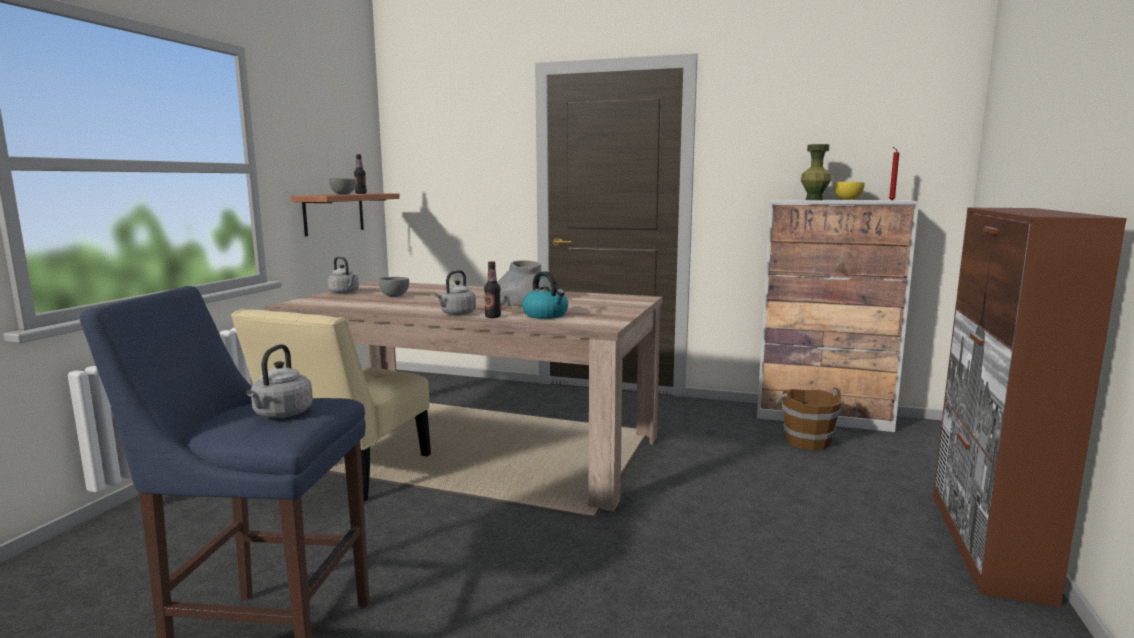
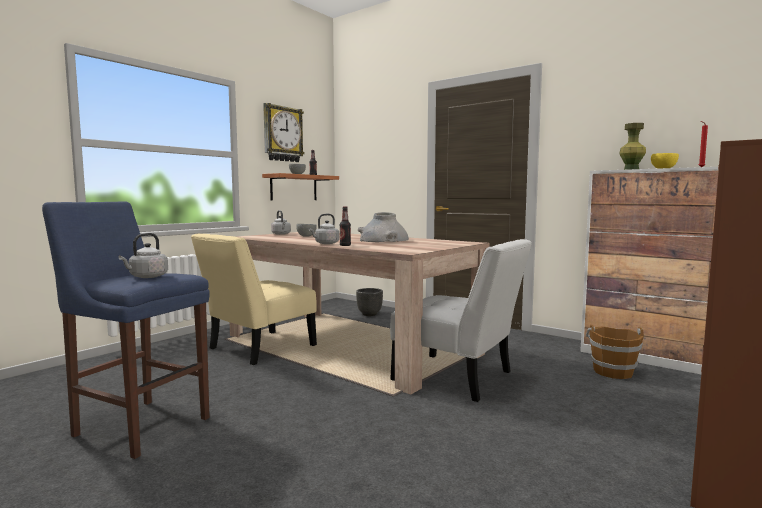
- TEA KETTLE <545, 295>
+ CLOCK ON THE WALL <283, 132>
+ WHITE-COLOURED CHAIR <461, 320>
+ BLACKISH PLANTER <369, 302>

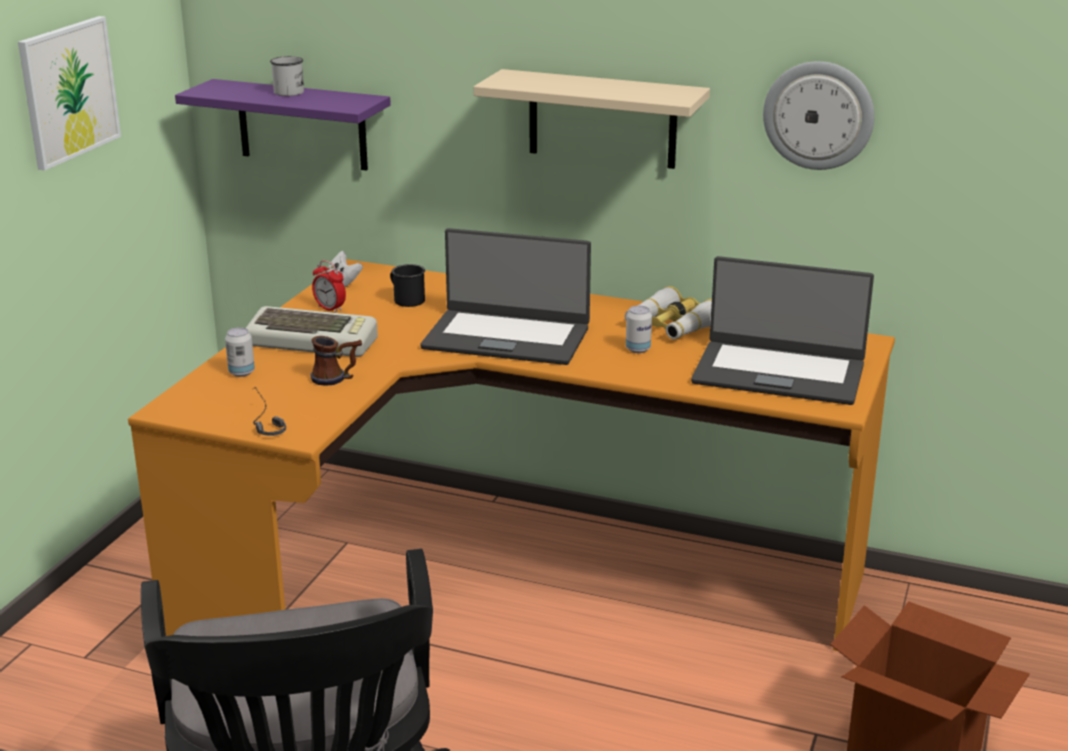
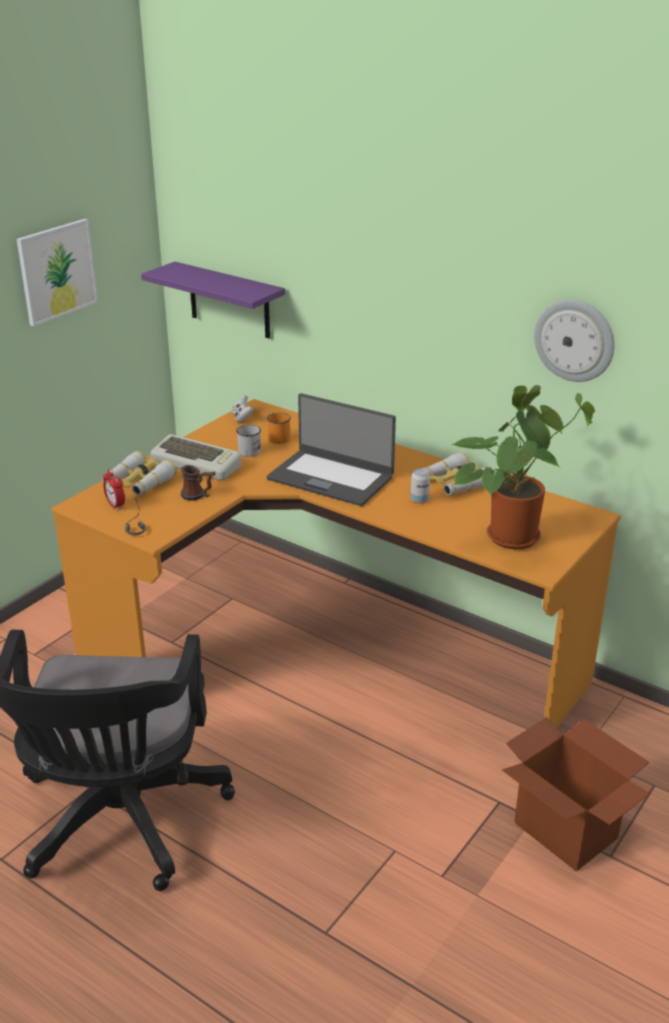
~ WHITE-COLOURED TEA MUG <287, 76> to <248, 441>
- BEIGE-COLOURED WALL SHELF <591, 119>
~ LAPTOP <782, 330> to HOUSEPLANT <523, 467>
~ TABLE CLOCK <329, 286> to <114, 489>
~ BLACKISH TEA MUG <407, 285> to ORANGE TEA MUG <279, 428>
~ METAL CAN <240, 352> to FIELD GLASSES <139, 473>

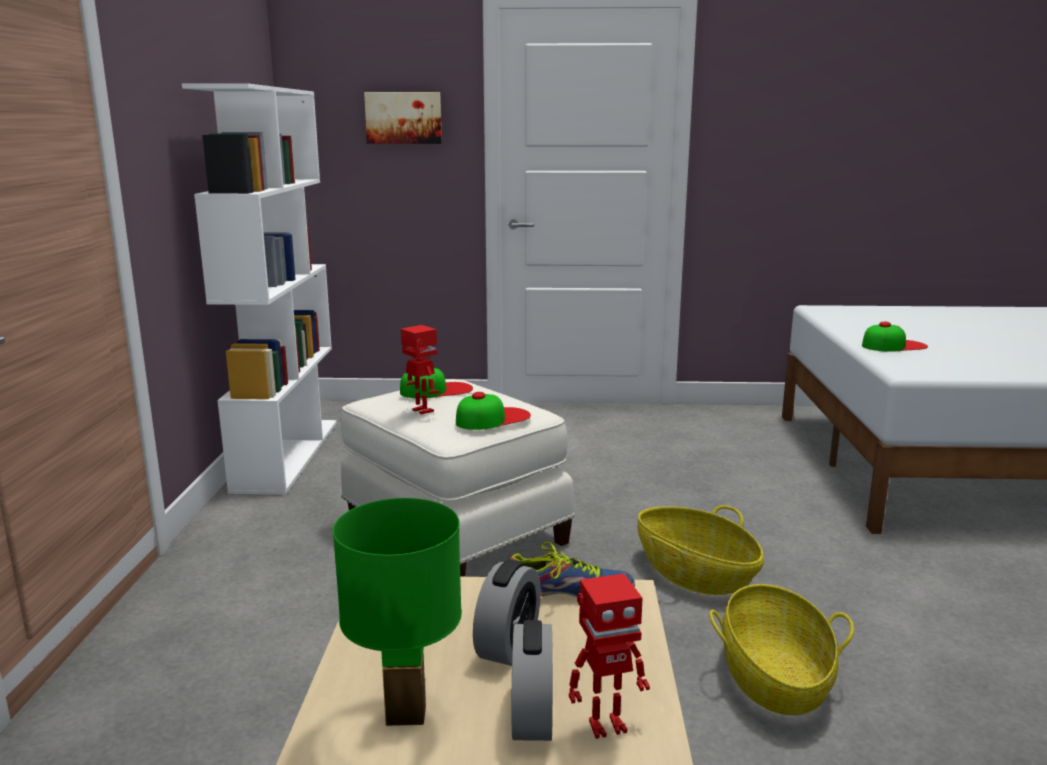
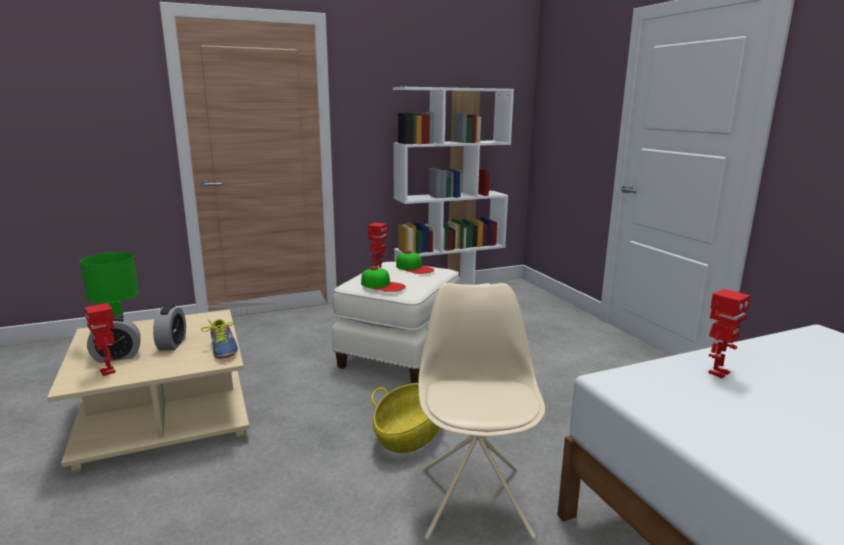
- WALL PICTURE <403, 118>
~ PEAKED CAP <895, 337> to MODEL ROBOT <729, 333>
~ TABLE CLOCK <507, 613> = <169, 327> 90 degrees counterclockwise
- BASKET <781, 650>
+ BEIGE-COLOURED CHAIR <481, 411>

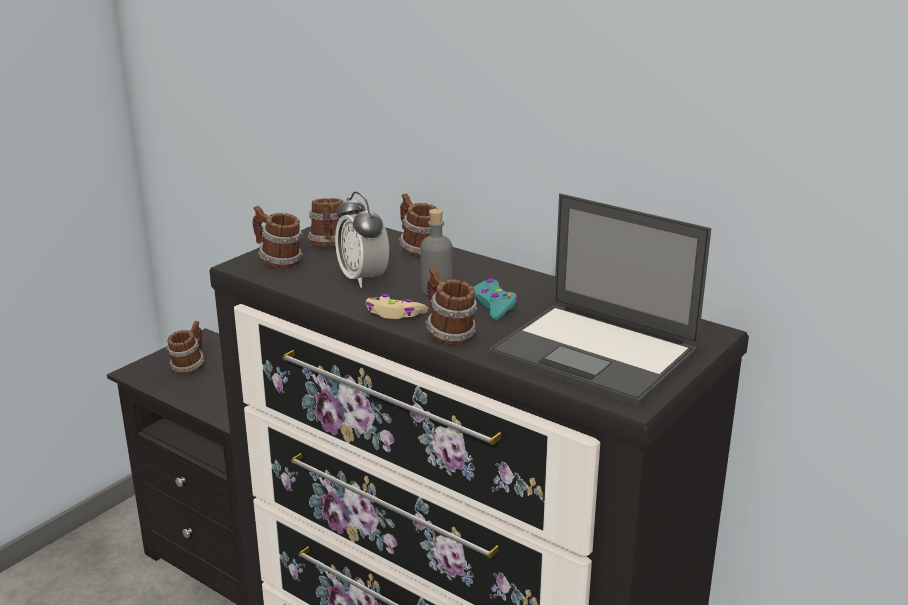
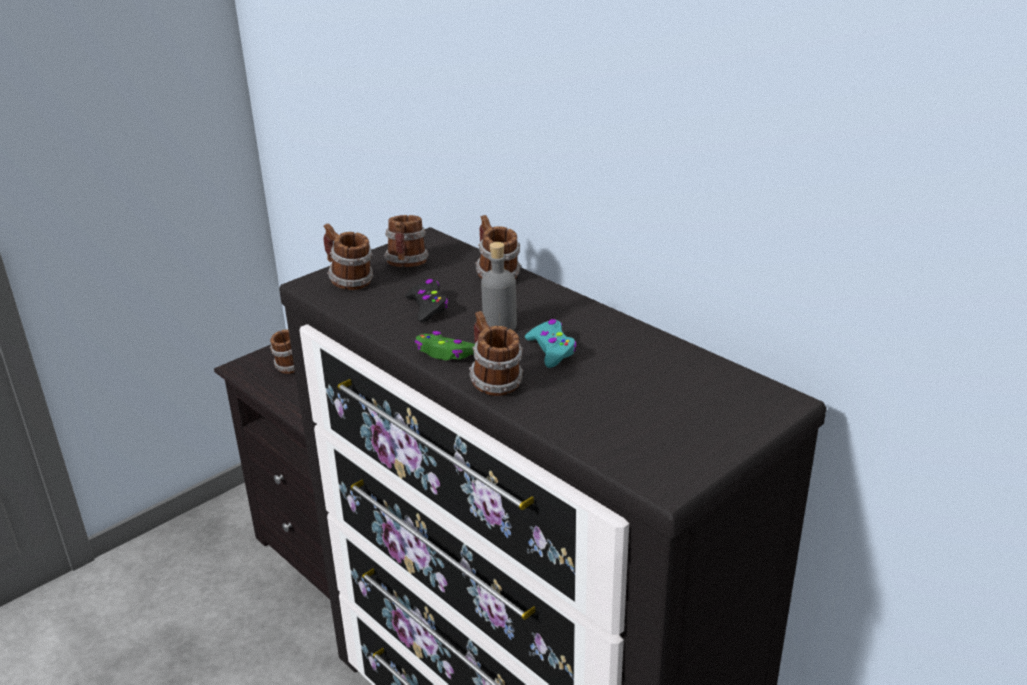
~ TABLE CLOCK <362, 239> to BLACKISH JOYPAD <426, 300>
- LAPTOP <599, 300>
~ BEIGE-COLOURED JOYPAD <397, 306> to GREEN JOYPAD <445, 345>

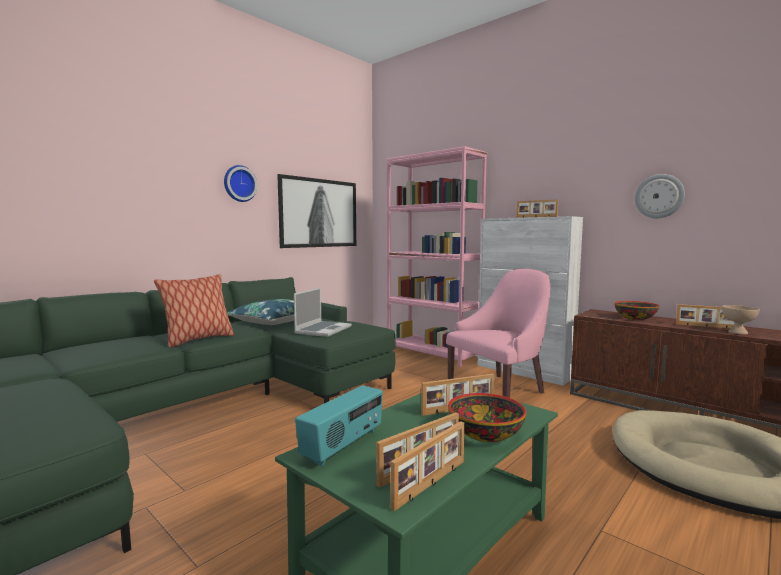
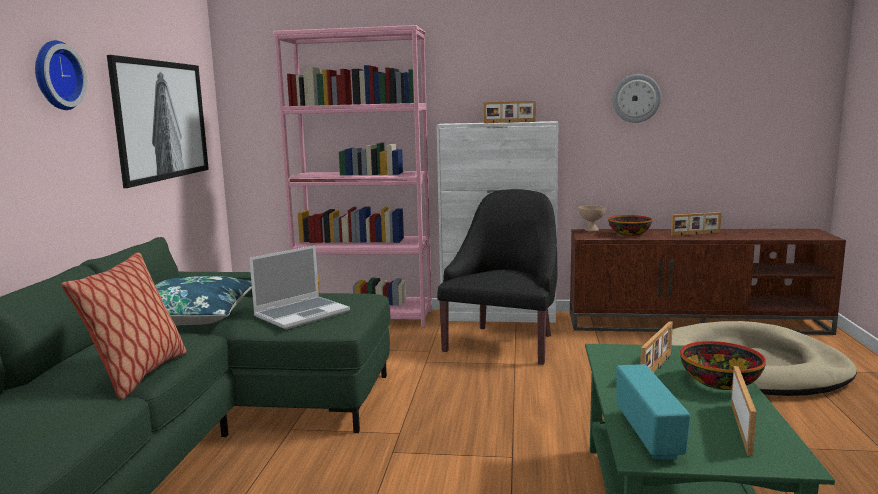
~ PINK-COLOURED ARMCHAIR <498, 333> to BLACKISH ARMCHAIR <497, 277>
~ LAPTOP <322, 312> = <299, 287> 60 degrees clockwise
~ BEIGE-COLOURED SERVING BOWL <741, 320> to <592, 218>
- PHOTO FRAME <427, 466>

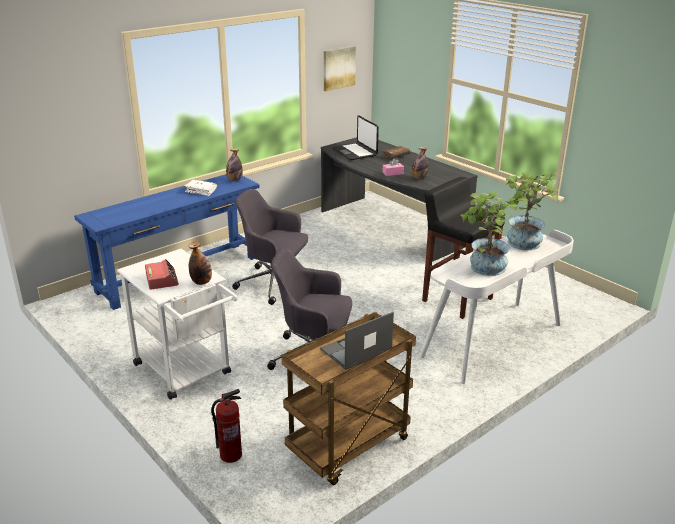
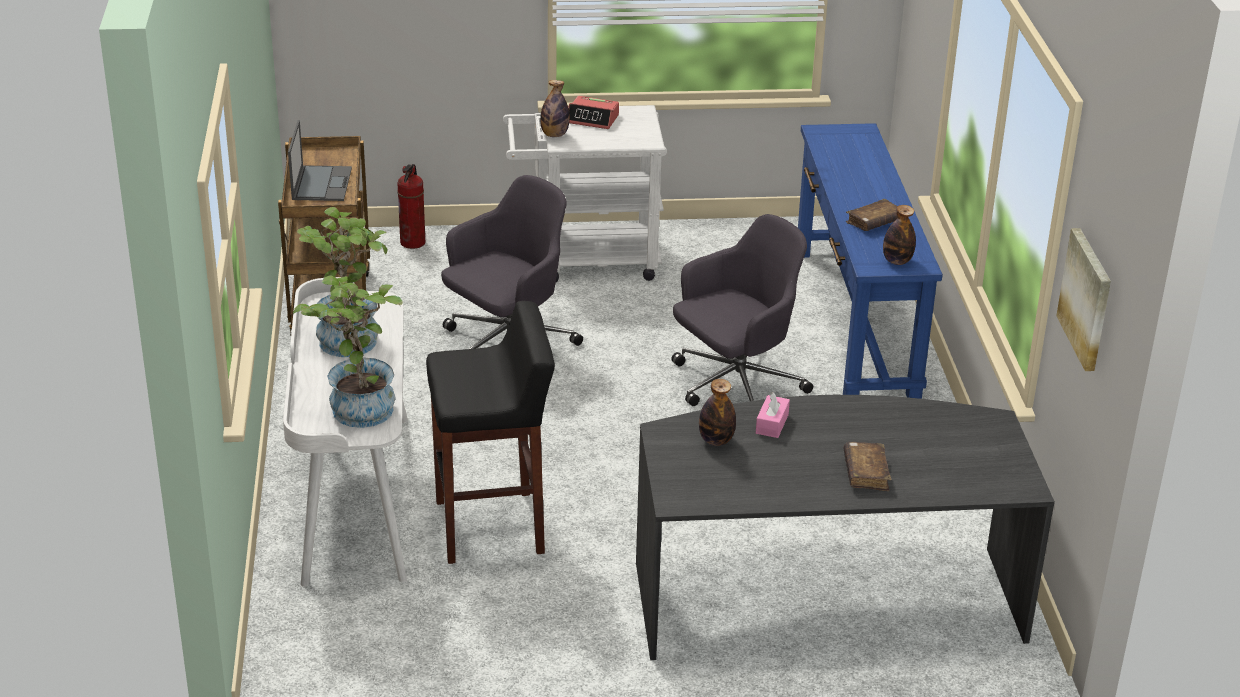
- LAPTOP <355, 137>
~ WHITE-COLOURED VOLUME <200, 188> to BROWN-COLOURED VOLUME <872, 215>

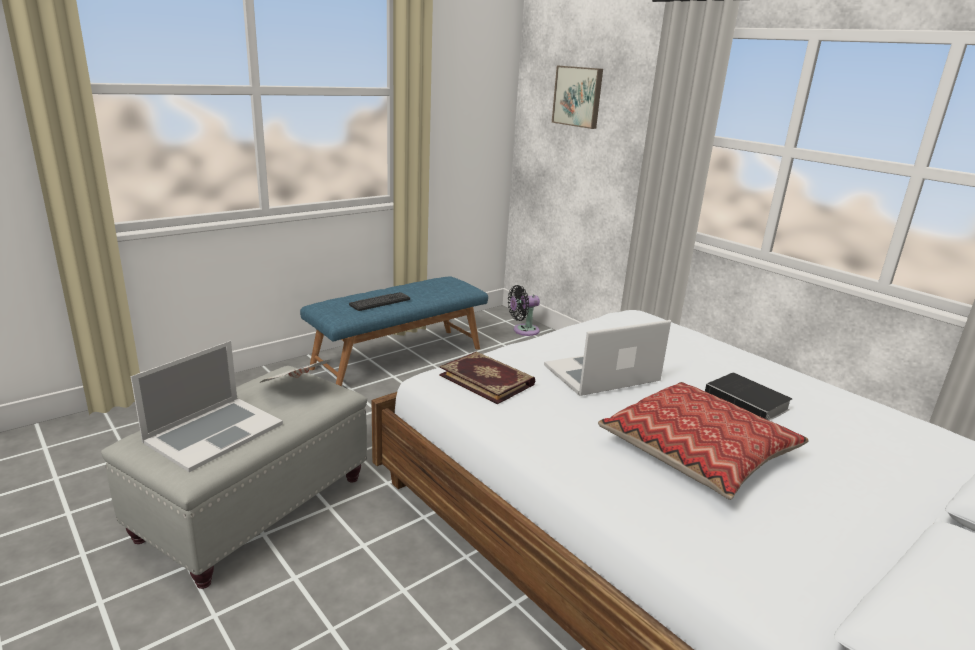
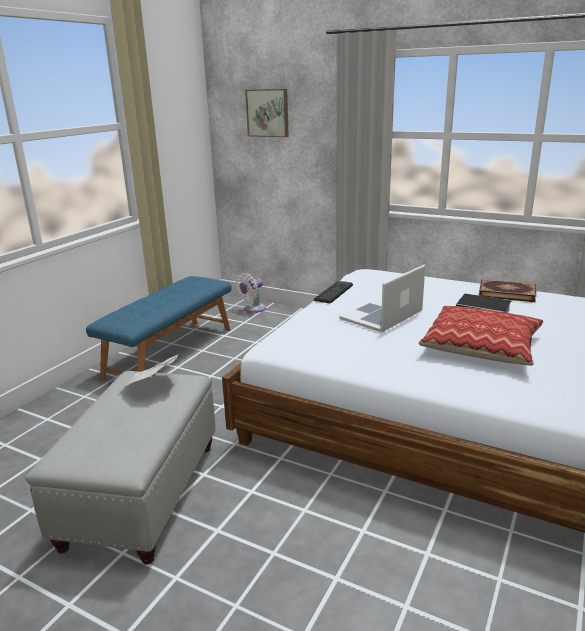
~ BLACKISH ELECTRIC FAN <524, 310> to WHITE-COLOURED ELECTRIC FAN <251, 293>
~ PC KEYBOARD <379, 301> to <333, 292>
- LAPTOP <207, 406>
~ VOLUME <487, 378> to <508, 290>

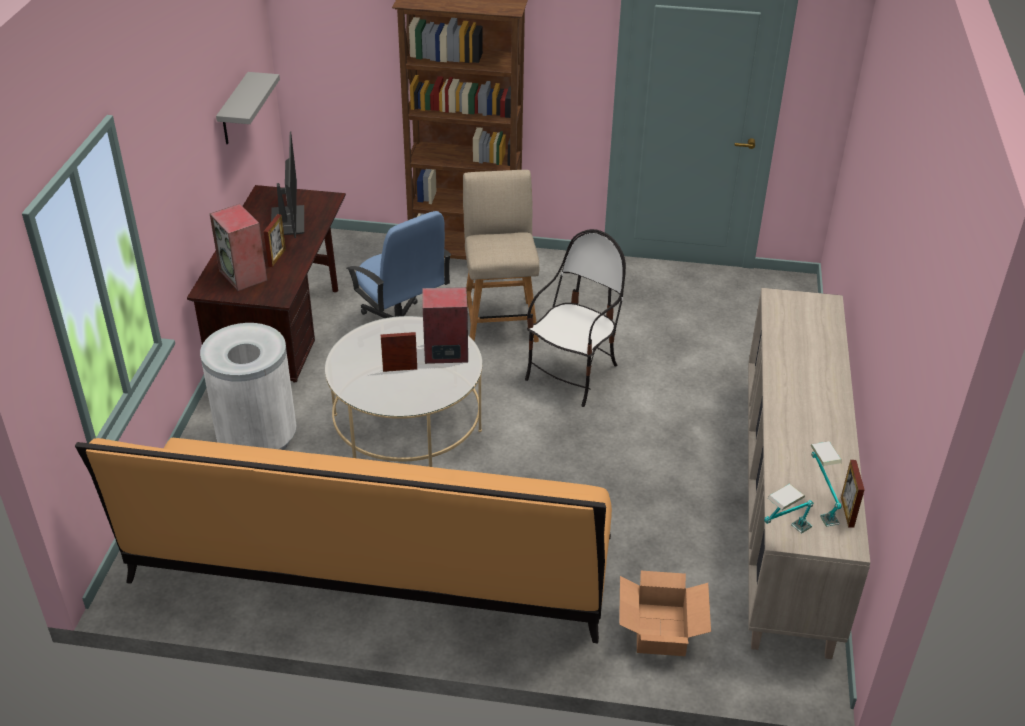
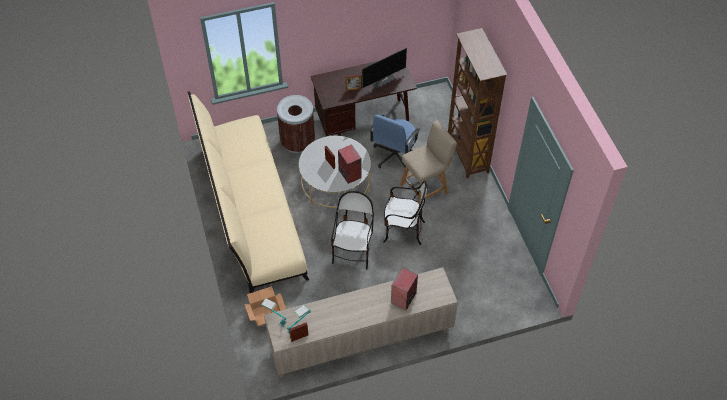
- GRAY WALL SHELF <248, 108>
~ LOUDSPEAKER <238, 247> to <404, 288>
~ WHITE-COLOURED WASTE BIN <248, 386> to BROWN-COLOURED WASTE BIN <296, 124>
~ ORANGE SOFA <343, 540> to BEIGE-COLOURED SOFA <248, 192>
+ CHAIR <352, 230>

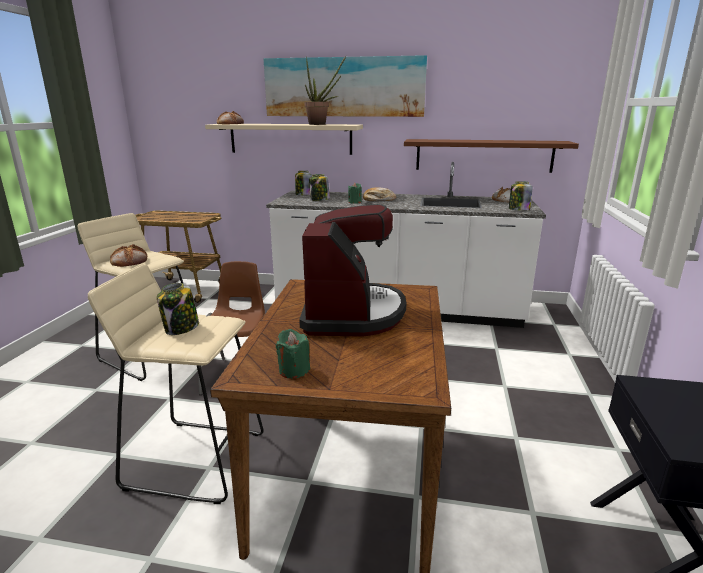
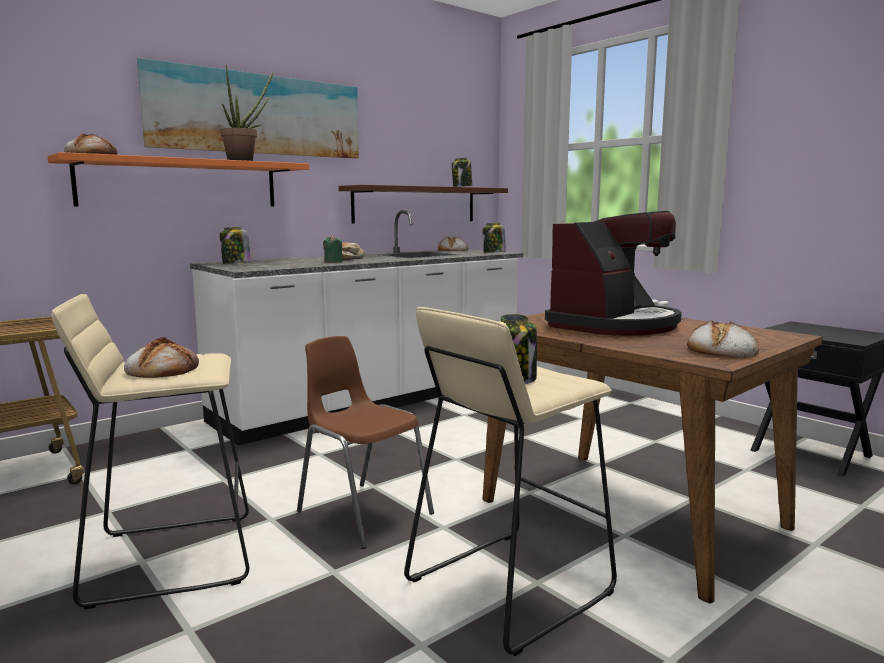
~ BEIGE-COLOURED WALL SHELF <284, 139> to ORANGE WALL SHELF <178, 179>
~ STORAGE JAR <319, 187> to <462, 172>
~ COFFEE MAKER <353, 270> = <613, 273> 90 degrees clockwise
~ GREEN WAX CANDLE <293, 354> to BAKED BREAD <723, 339>

